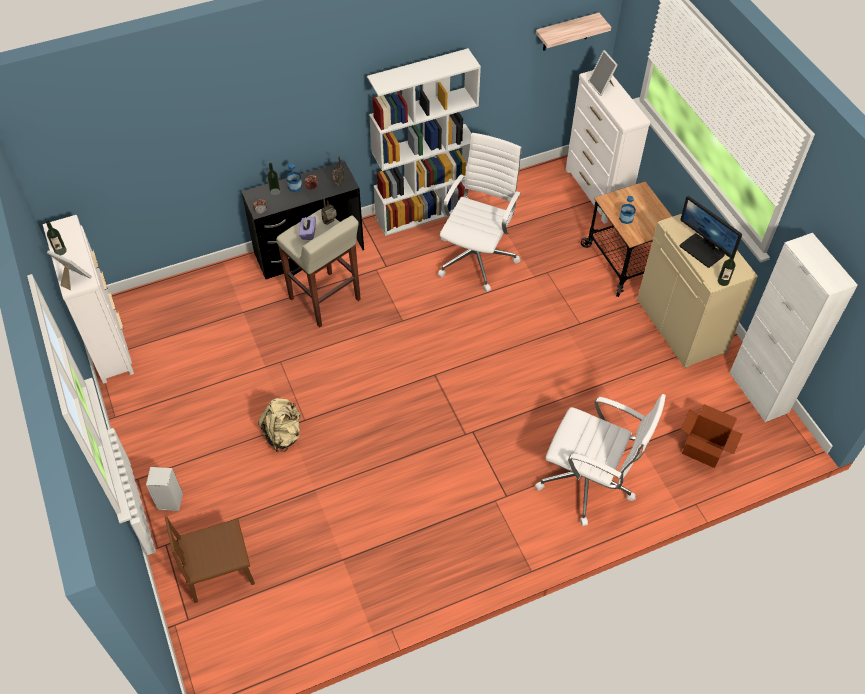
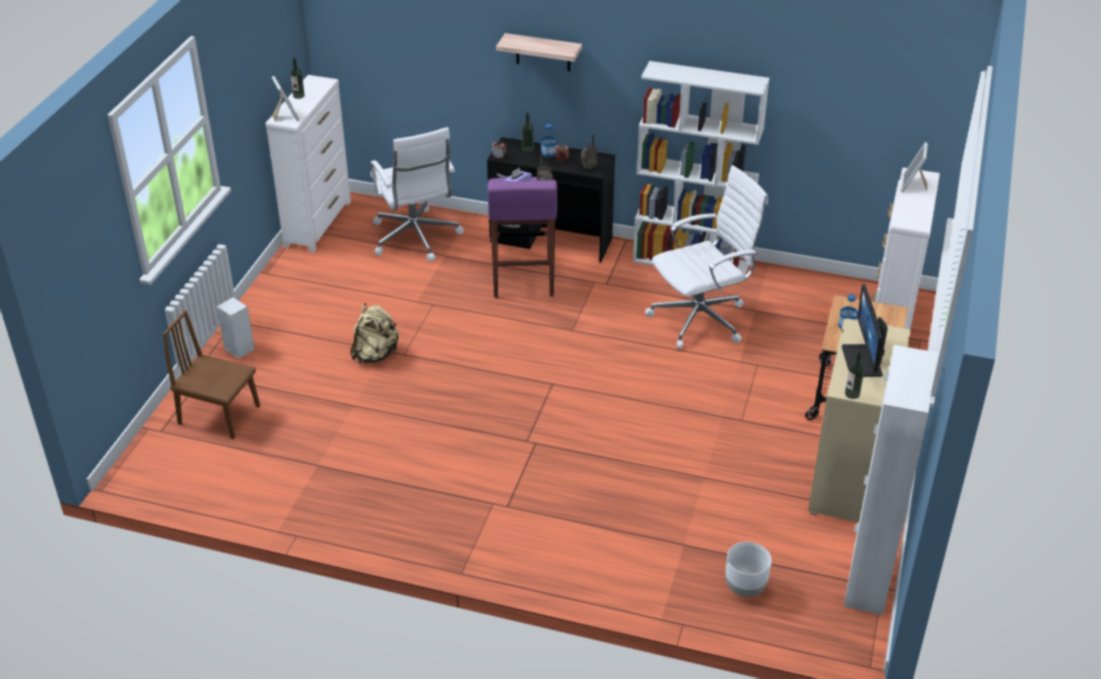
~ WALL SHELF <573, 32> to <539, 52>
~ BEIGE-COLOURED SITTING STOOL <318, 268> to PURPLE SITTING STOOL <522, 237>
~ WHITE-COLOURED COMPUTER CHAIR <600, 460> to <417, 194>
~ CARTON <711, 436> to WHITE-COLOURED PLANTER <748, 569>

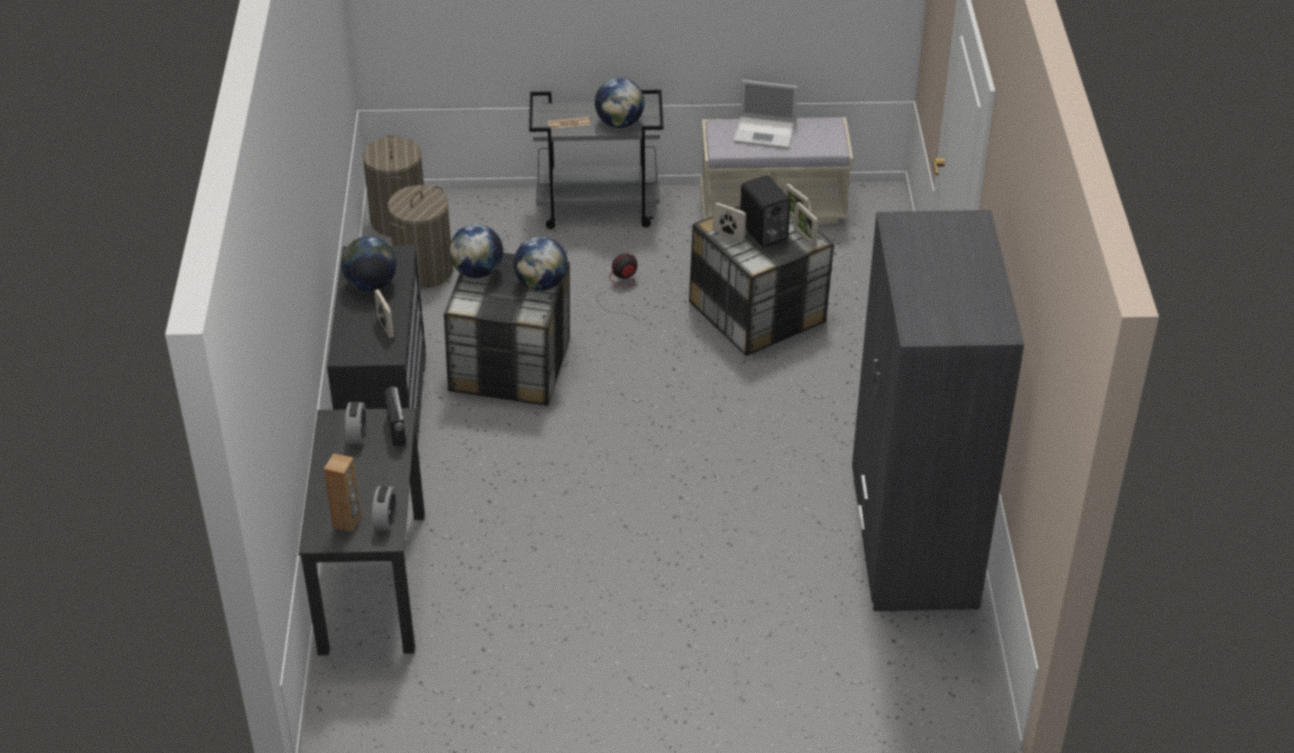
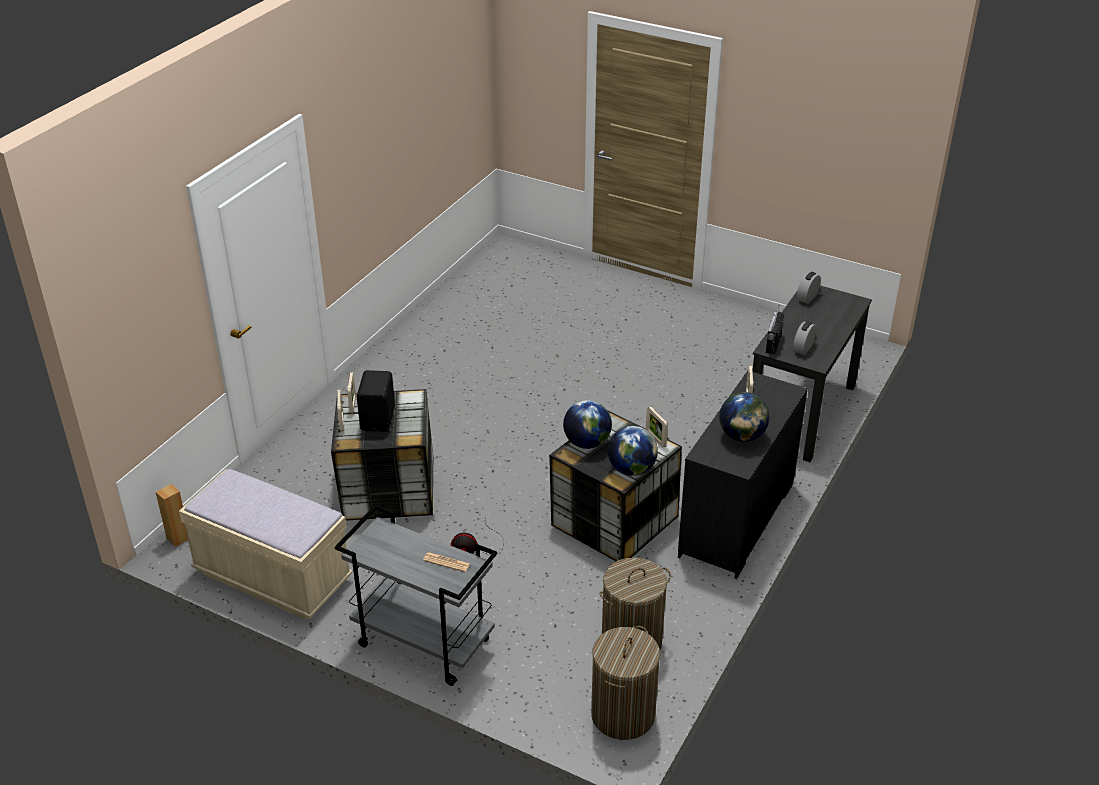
- DESK GLOBE <619, 103>
- LAPTOP <765, 114>
~ PHOTO FRAME <729, 222> to <657, 426>
- GRAY WARDROBE <938, 410>
~ BROWN-COLOURED LOUDSPEAKER <342, 493> to <172, 515>

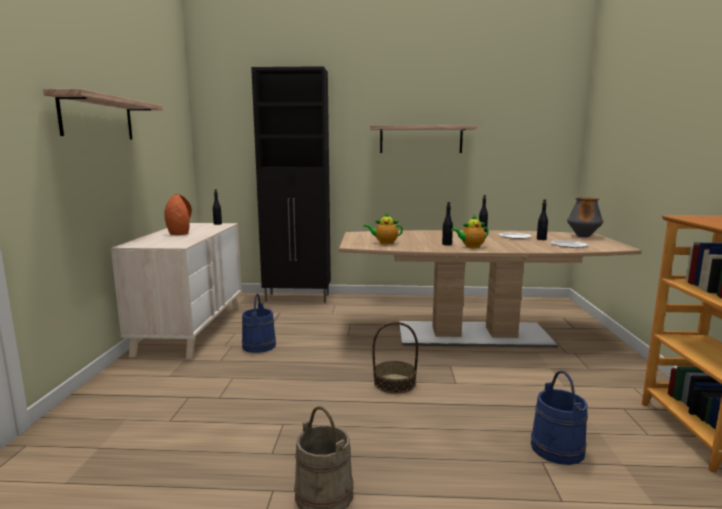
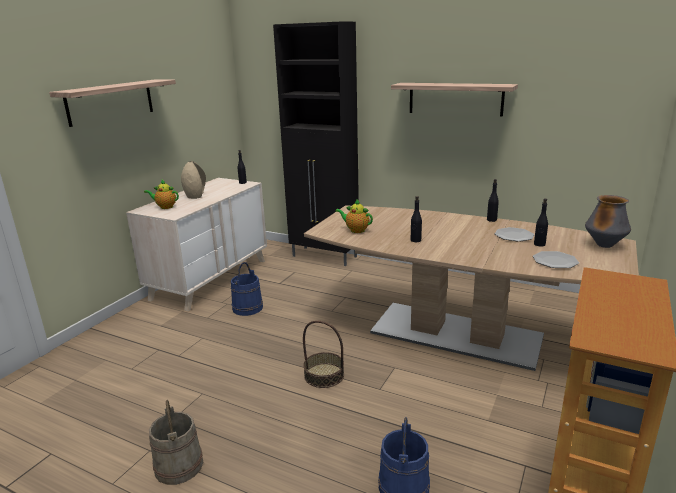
~ ORANGE FLOWER VASE <178, 214> to BEIGE-COLOURED FLOWER VASE <193, 180>
~ TEAPOT <470, 231> to <161, 194>

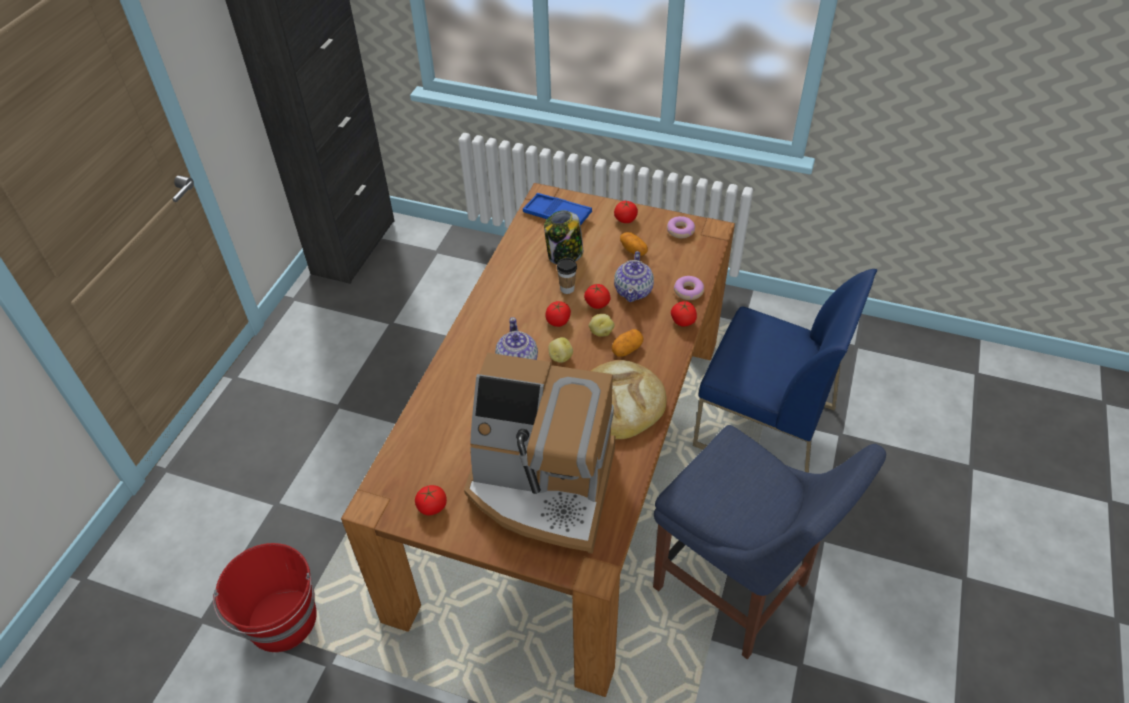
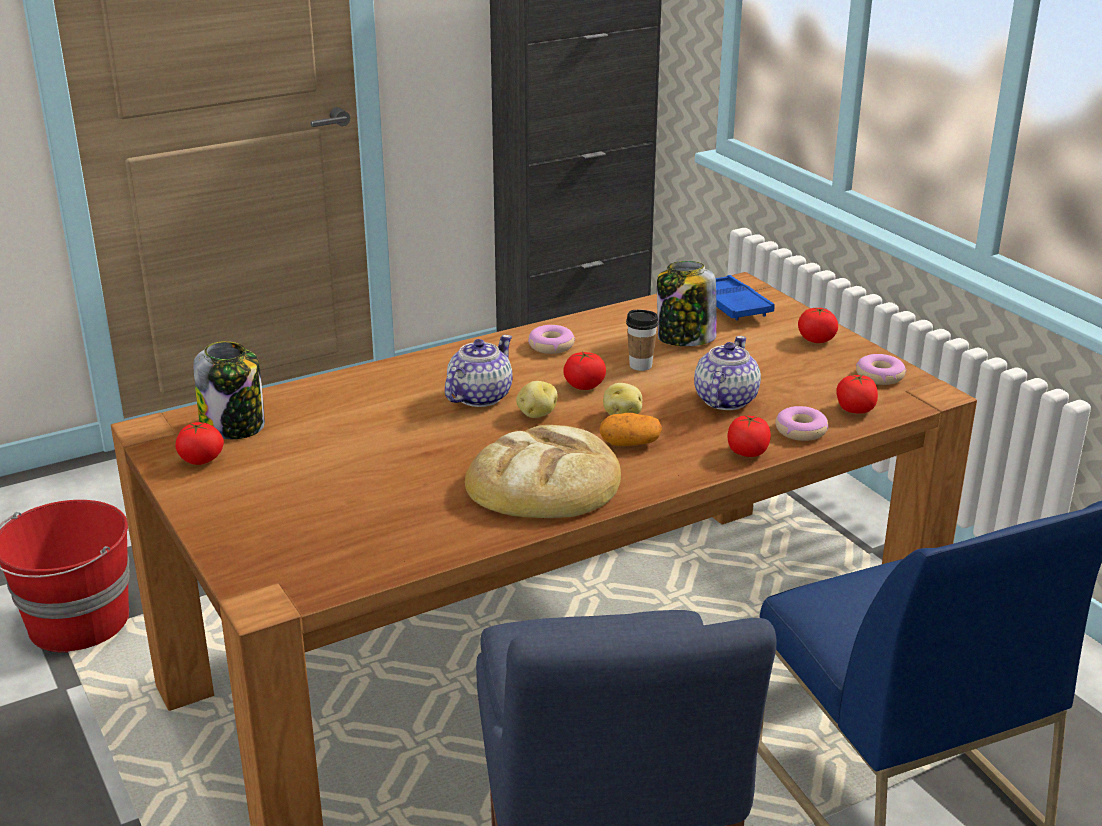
- SPUD <634, 244>
~ TEAPOT <634, 276> = <727, 373> 150 degrees clockwise
~ WHOLE TOMATO <597, 296> to <857, 394>
- COFFEE MAKER <539, 453>
+ RING DOUGHNUT <551, 339>
+ STORAGE JAR <229, 390>

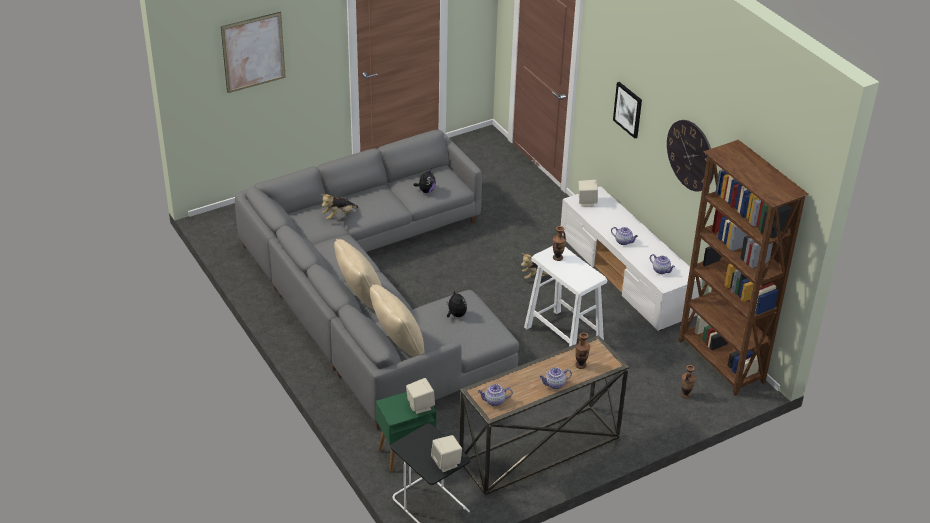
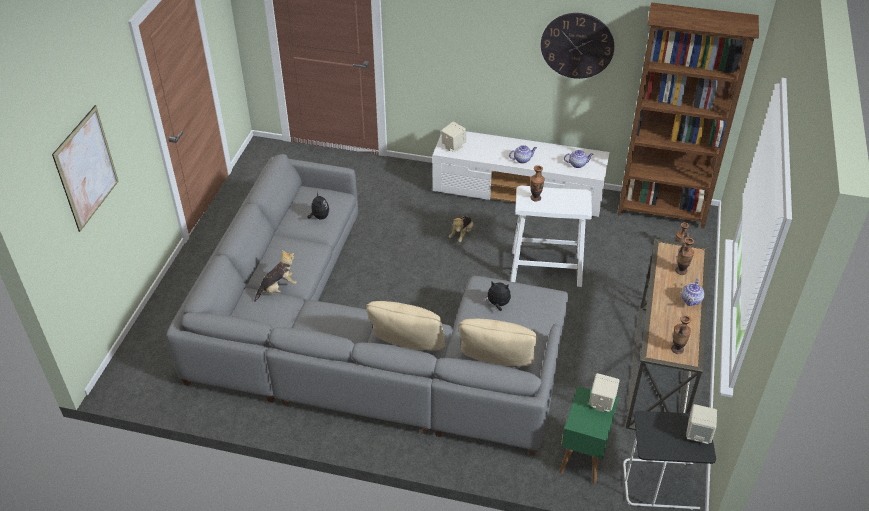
- WALL PICTURE <627, 110>
~ SOFT TOY <339, 207> = <275, 276> 135 degrees counterclockwise
~ TEAPOT <495, 395> to FLOWER VASE <681, 334>

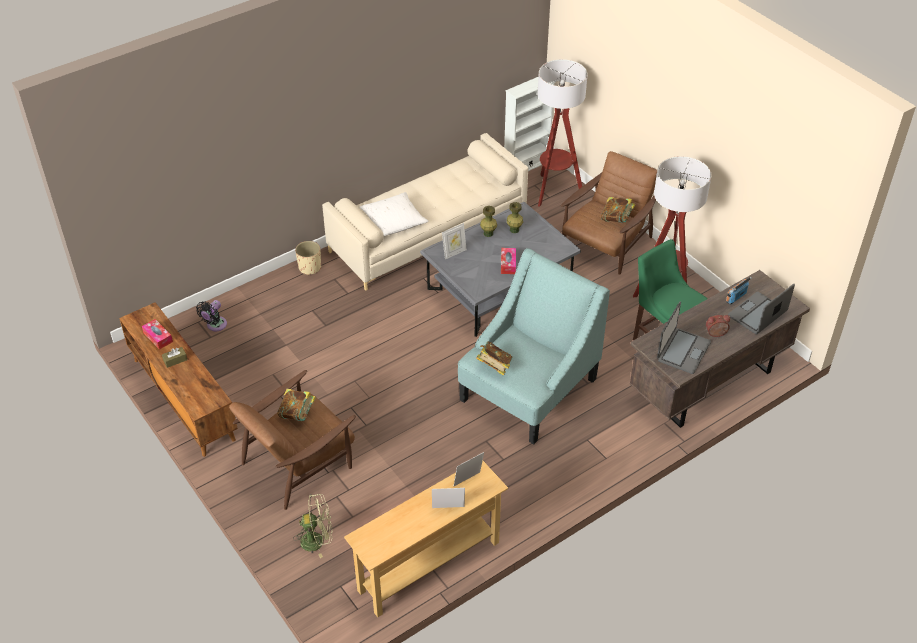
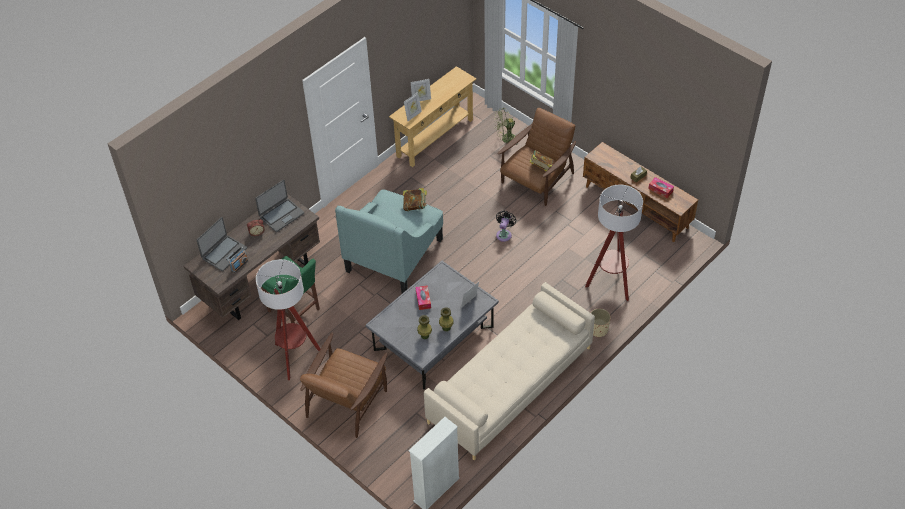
~ FLOOR LAMP <563, 133> to <614, 243>
- WHITE-COLOURED PILLOW <394, 214>
- VOLUME <618, 210>
~ BLACKISH ELECTRIC FAN <211, 315> to <506, 226>
~ LAPTOP <684, 337> = <279, 206> 150 degrees counterclockwise

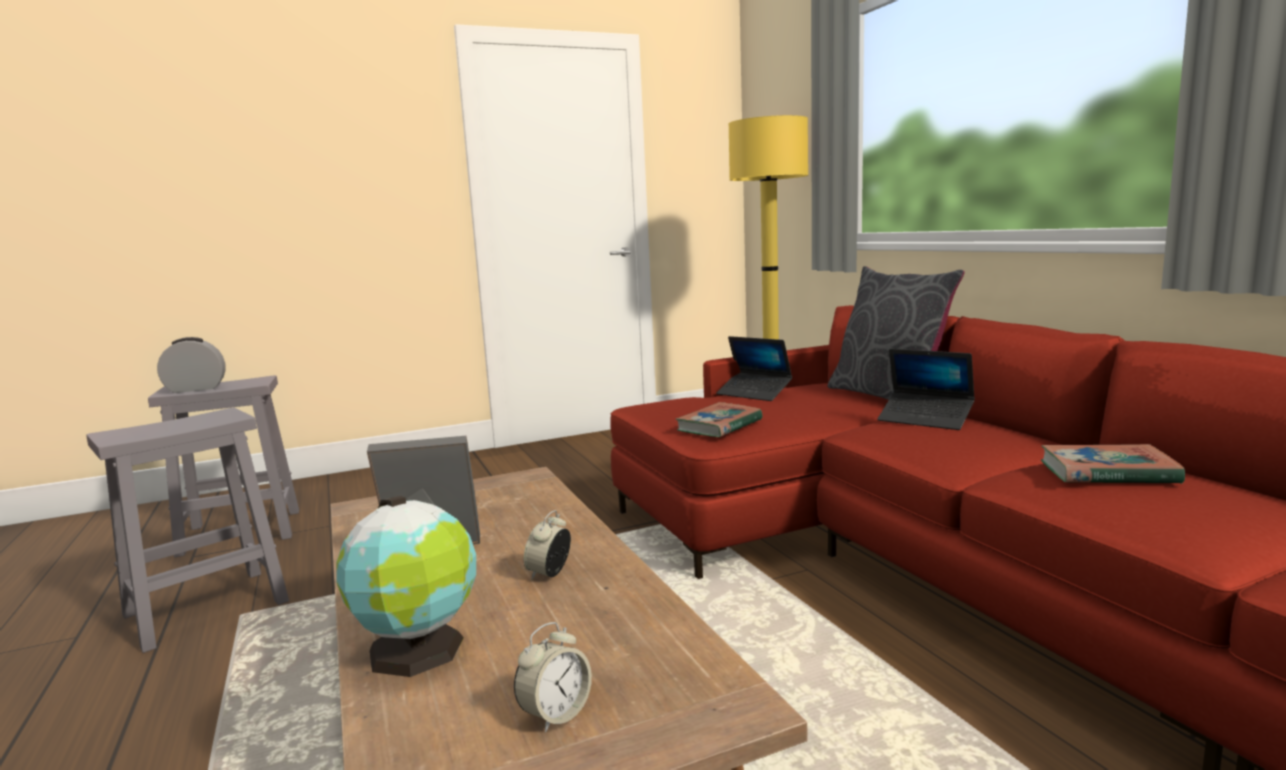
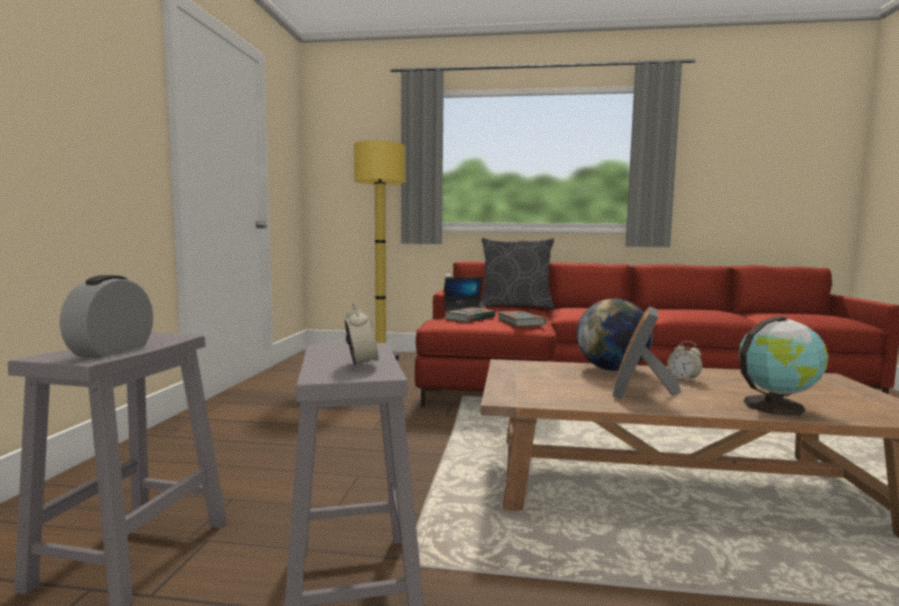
- LAPTOP <926, 389>
~ VOLUME <1113, 464> to <470, 314>
~ TABLE CLOCK <553, 677> to <361, 334>
+ DESK GLOBE <615, 335>

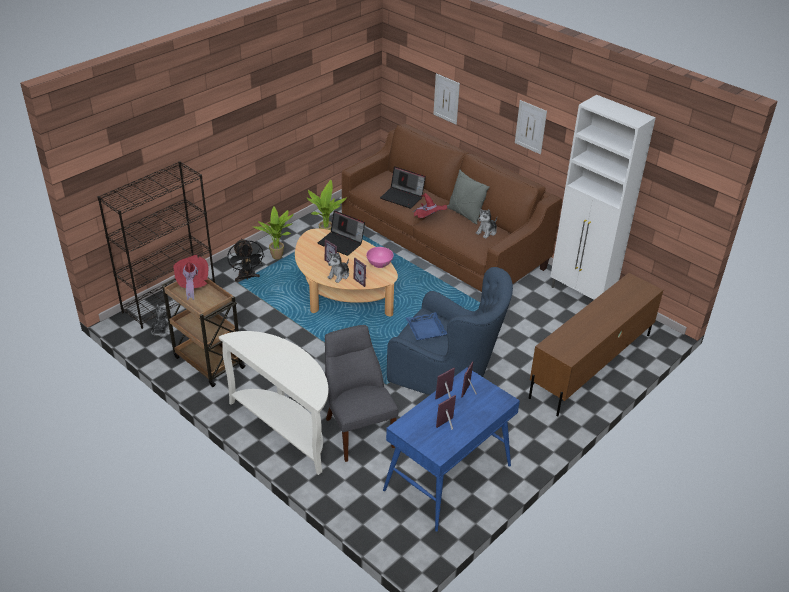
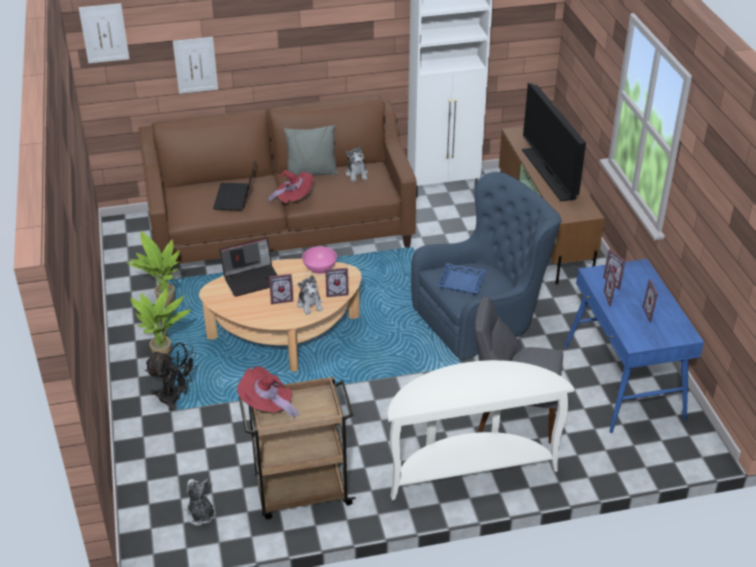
~ WALL PICTURE <531, 127> to <104, 33>
- BLACKISH BOOKSHELF <156, 245>
~ LAPTOP <403, 187> = <234, 186> 120 degrees clockwise
+ TV <554, 142>

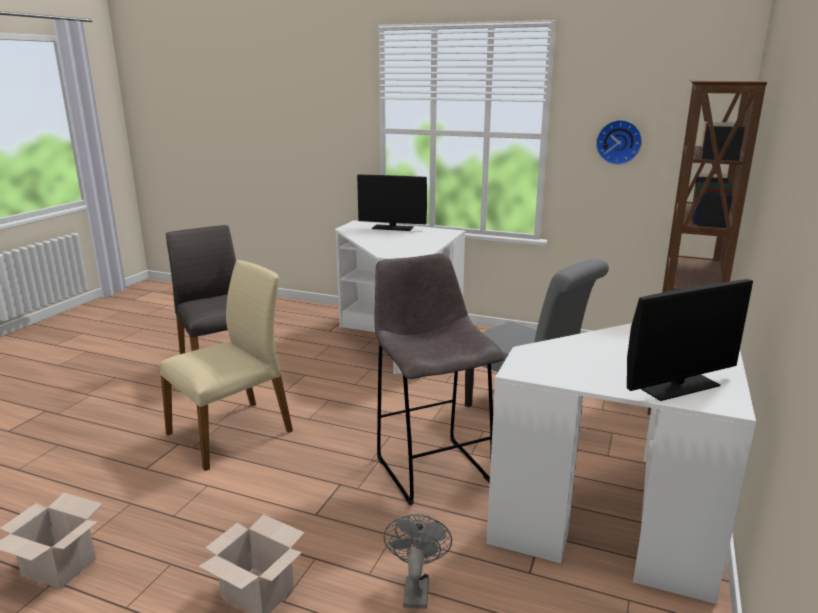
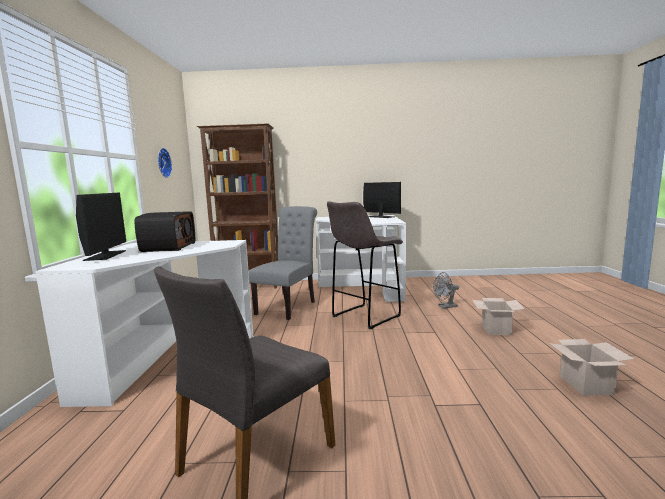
- BEIGE-COLOURED CHAIR <226, 365>
+ RADIO SET <164, 231>

